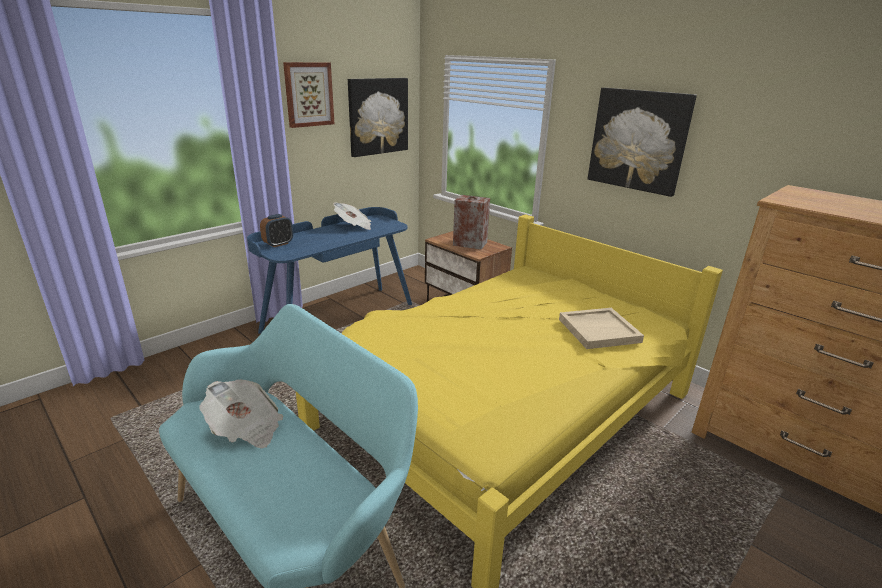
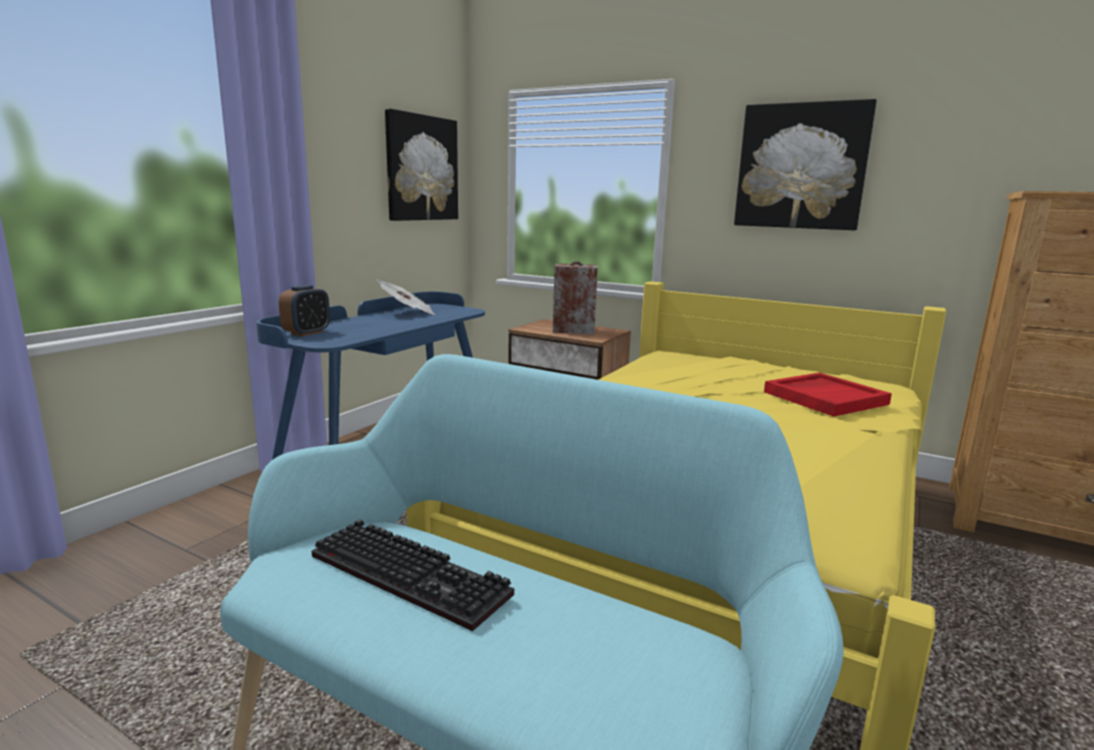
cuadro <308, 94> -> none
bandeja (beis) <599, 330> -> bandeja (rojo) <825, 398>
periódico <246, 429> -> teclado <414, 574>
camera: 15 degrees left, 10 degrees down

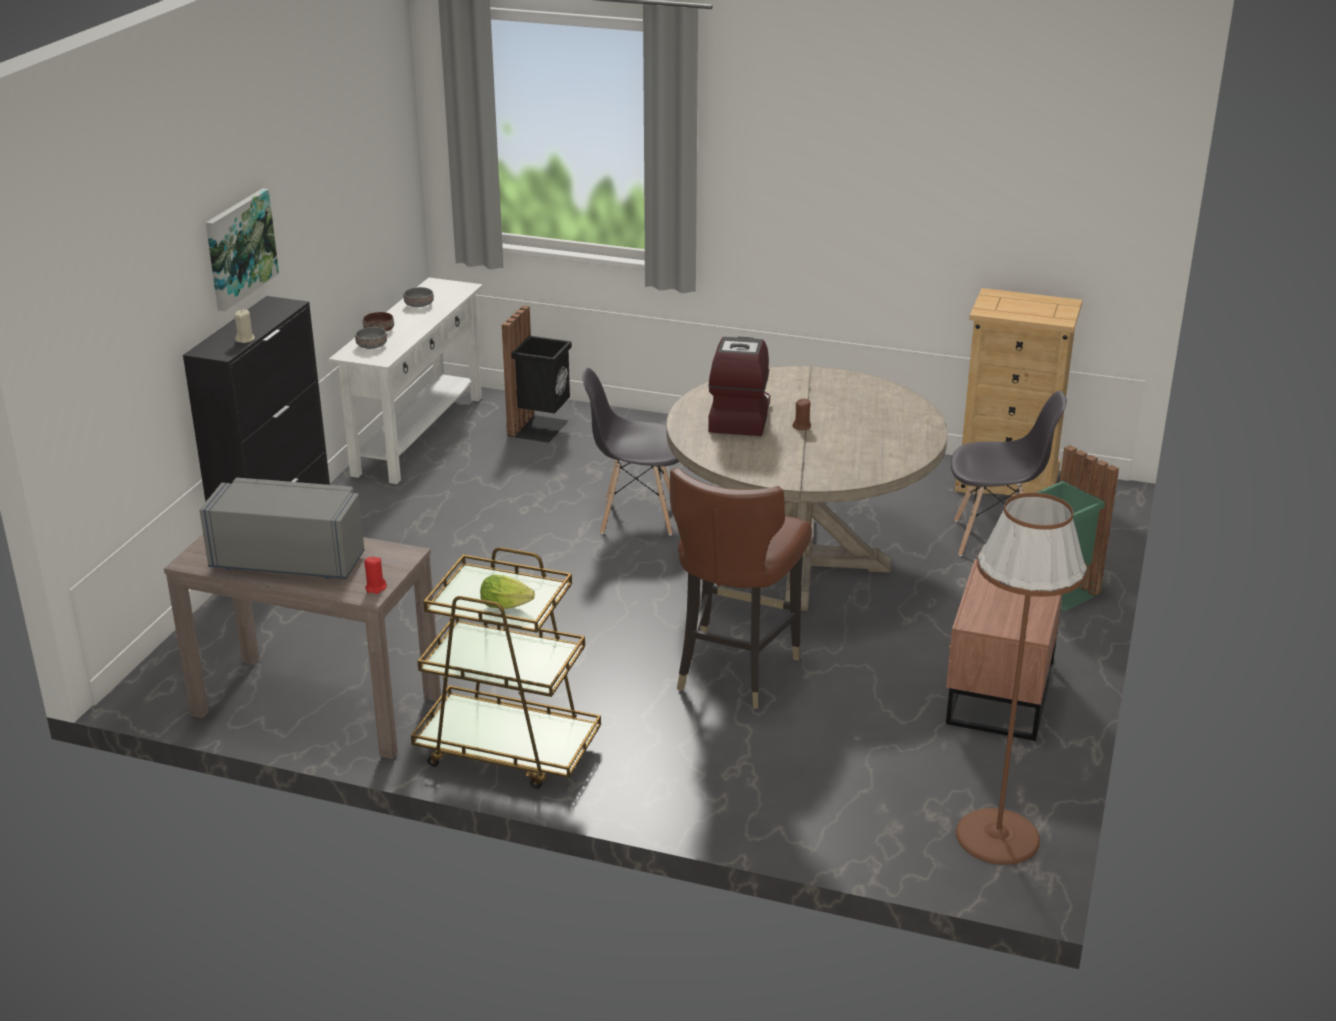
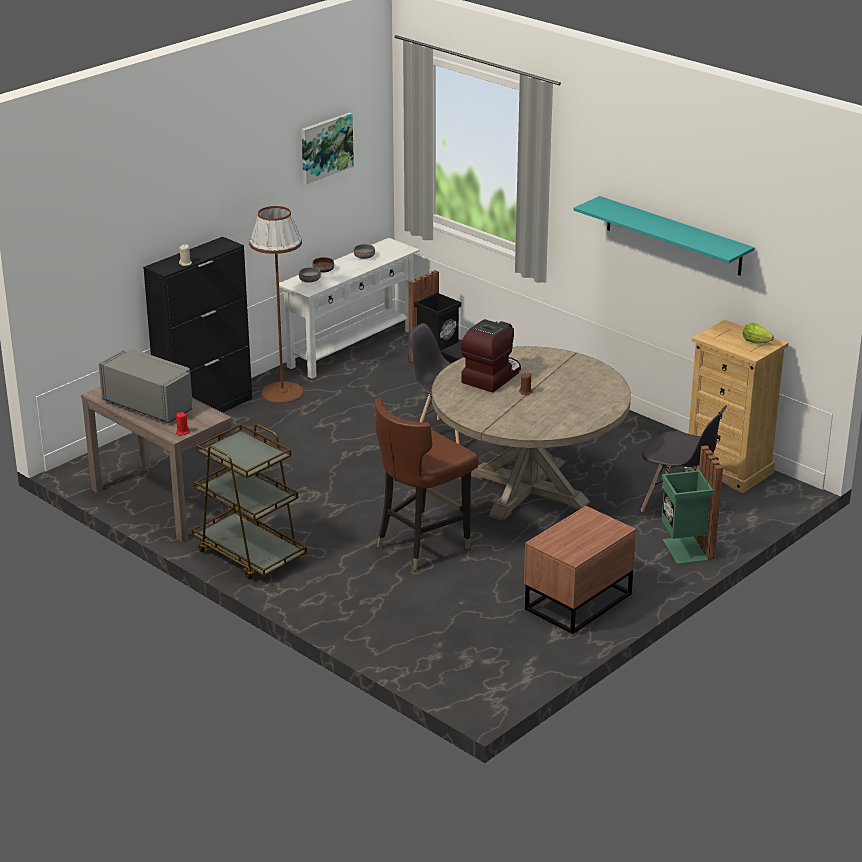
cuadro <239, 248> -> cuadro <325, 147>, move
lámpara de pie (marrón) <997, 836> -> lámpara de pie (marrón) <282, 392>, move
lechuga <508, 606> -> lechuga <758, 342>, move
none -> estante (turquesa) <673, 236>
camera: 25 degrees right, 0 degrees up

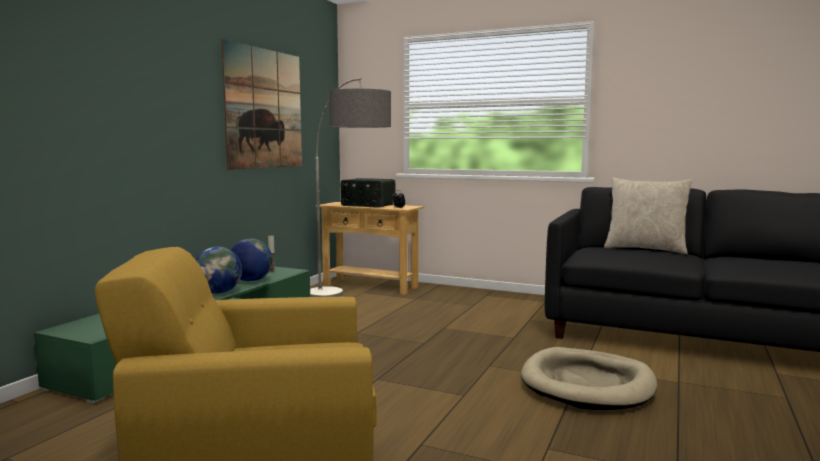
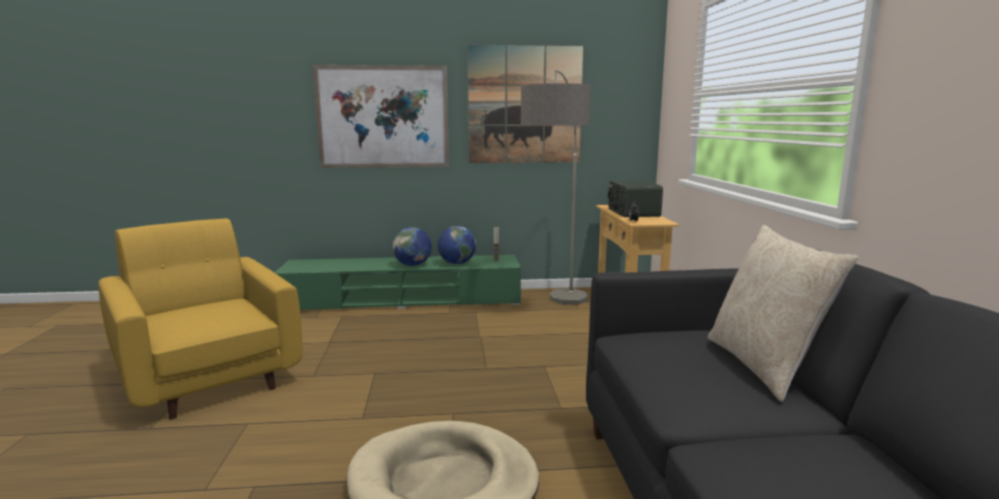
none -> cuadro <383, 117>
camera: 60 degrees right, 5 degrees up

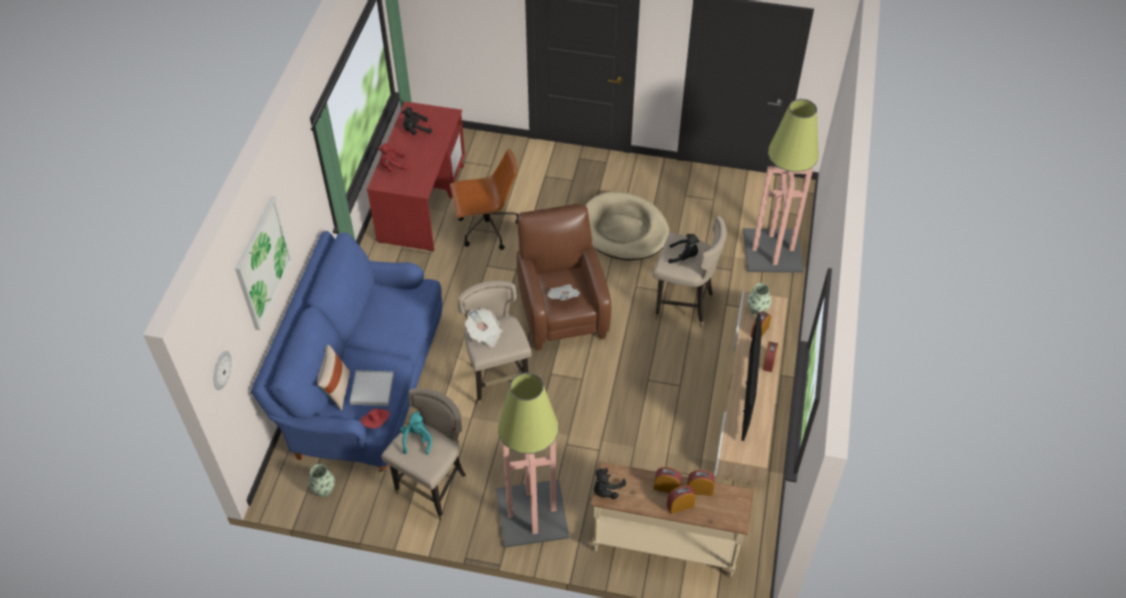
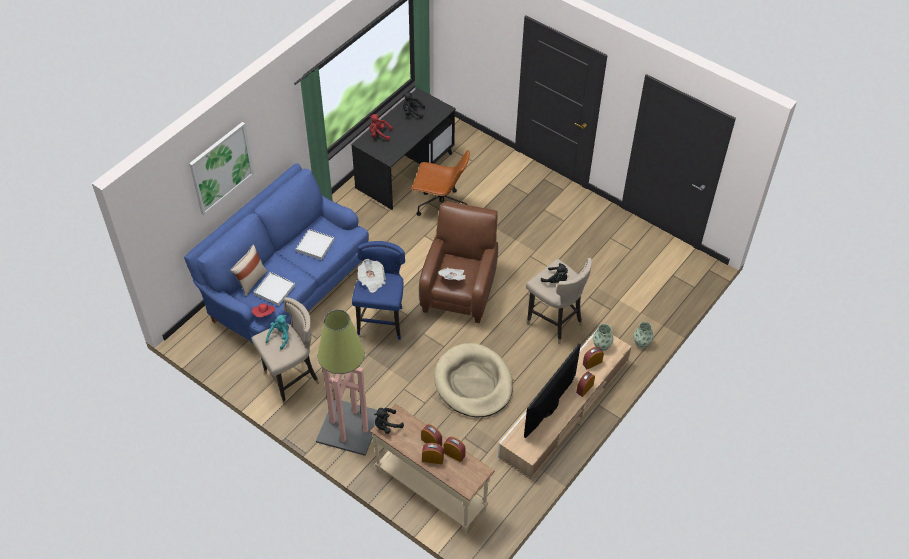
lámpara de pie <773, 251> -> none
escritorio (rojo) <422, 201> -> escritorio (negro) <405, 170>
cama para perro (beis) <623, 230> -> cama para perro (beis) <473, 383>, move
taburete (beis) <498, 380> -> taburete (azul) <382, 322>
reloj de pared <221, 370> -> none
florero <324, 489> -> florero <642, 342>, move
none -> bandeja (blanco) <315, 245>
camera: 25 degrees right, 0 degrees up

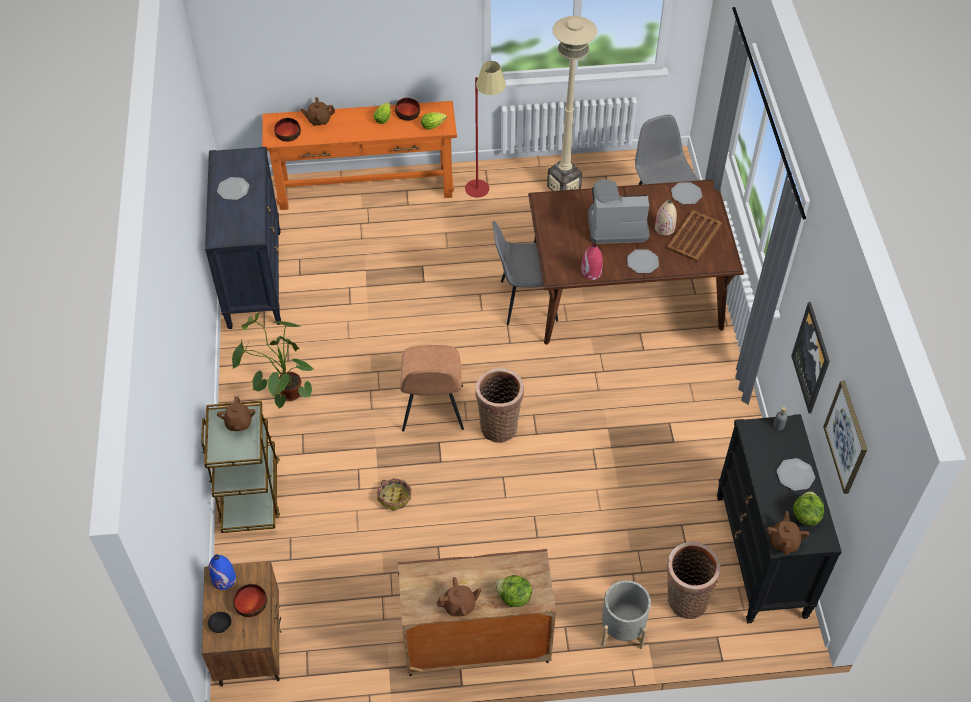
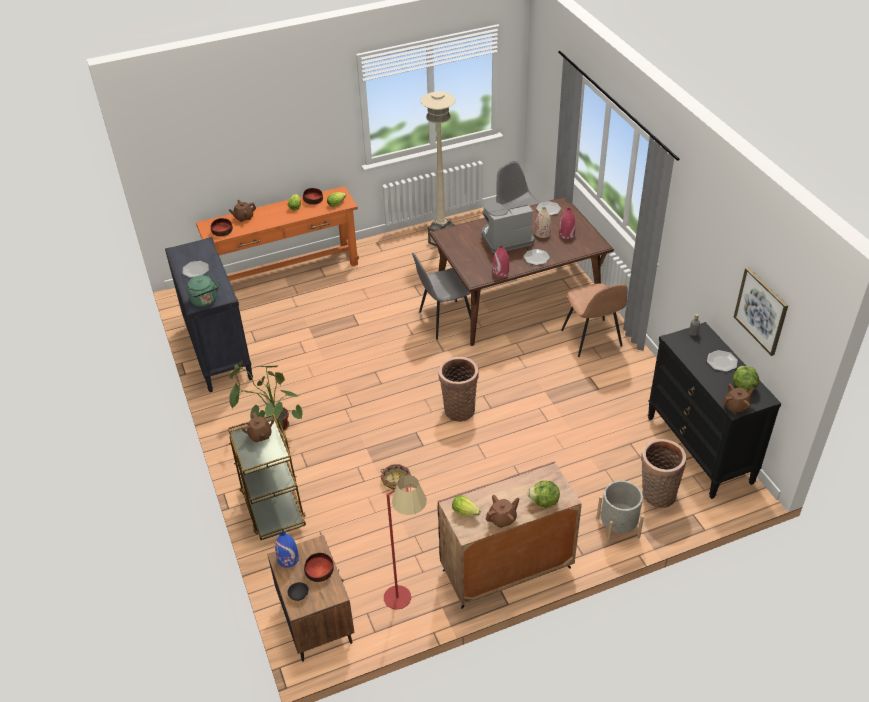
lámpara de pie (rojo) <485, 194> -> lámpara de pie (rojo) <408, 602>, move
bandeja (marrón) <693, 236> -> florero (rojo) <566, 234>
cuadro <812, 358> -> none
silla (marrón) <432, 410> -> silla (marrón) <592, 339>, move
tetera (marrón) <784, 541> -> tetera (marrón) <736, 407>, 75 degrees clockwise
none -> hervidor (verde) <205, 301>
none -> lechuga <466, 512>
camera: 15 degrees left, 10 degrees down

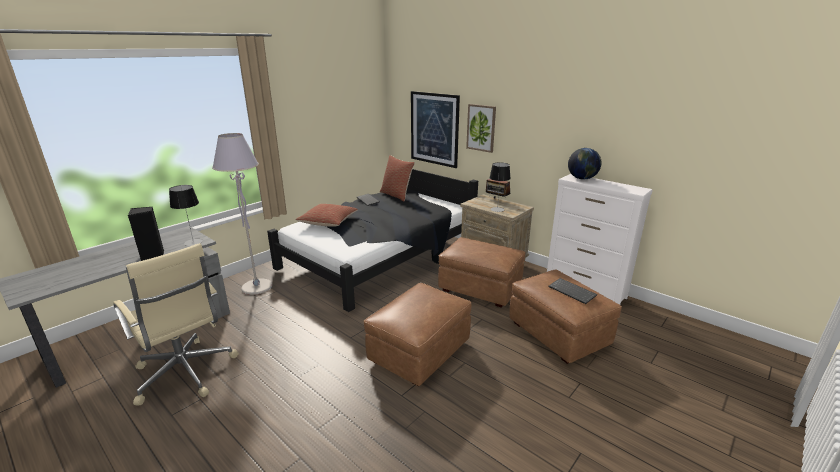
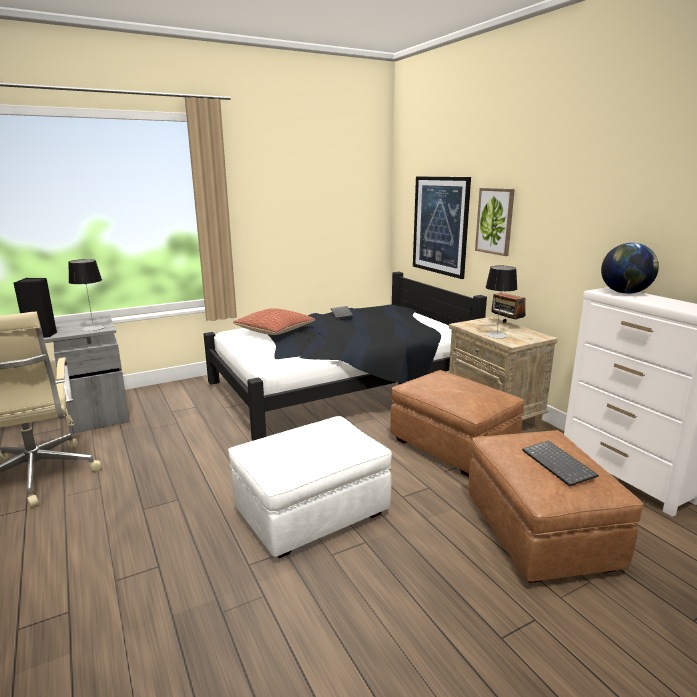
lámpara de pie (gris) <257, 287> -> none
cojín <396, 195> -> none
puf (marrón) <419, 352> -> puf (blanco) <311, 513>
camera: 20 degrees right, 5 degrees down

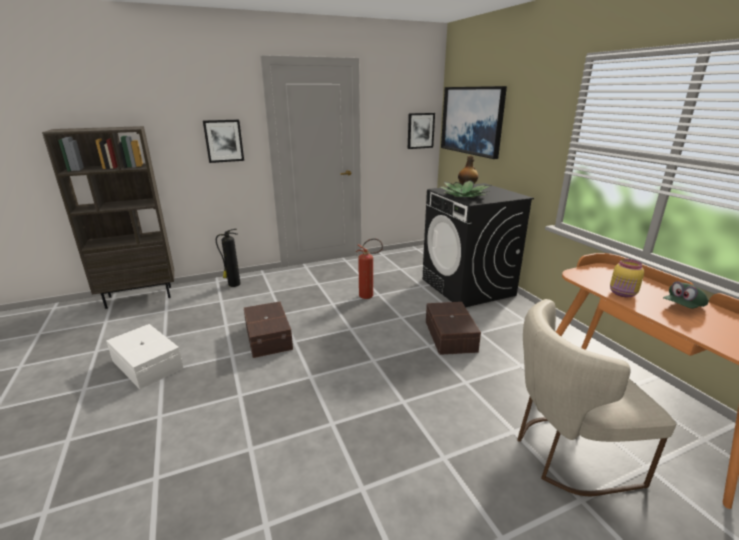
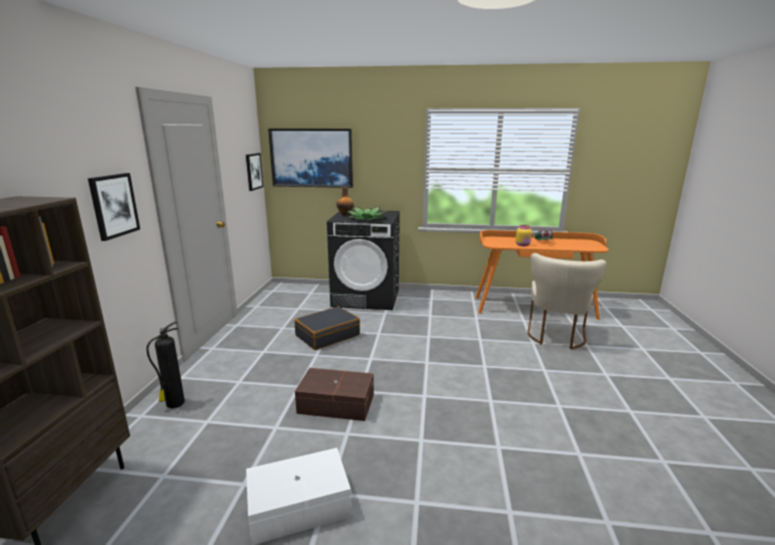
extintor <369, 296> -> maleta (negro) <327, 335>
caja de almacenaje (marrón) <449, 336> -> none
camera: 60 degrees left, 5 degrees down

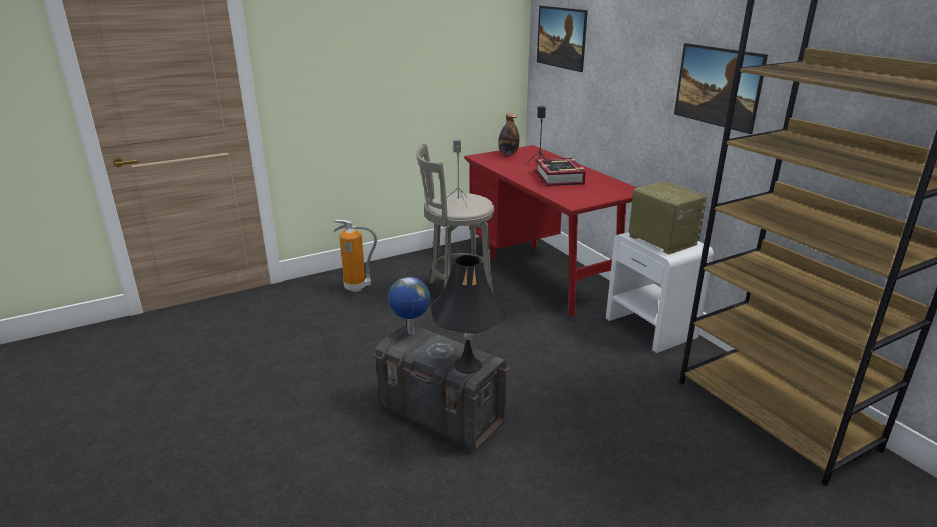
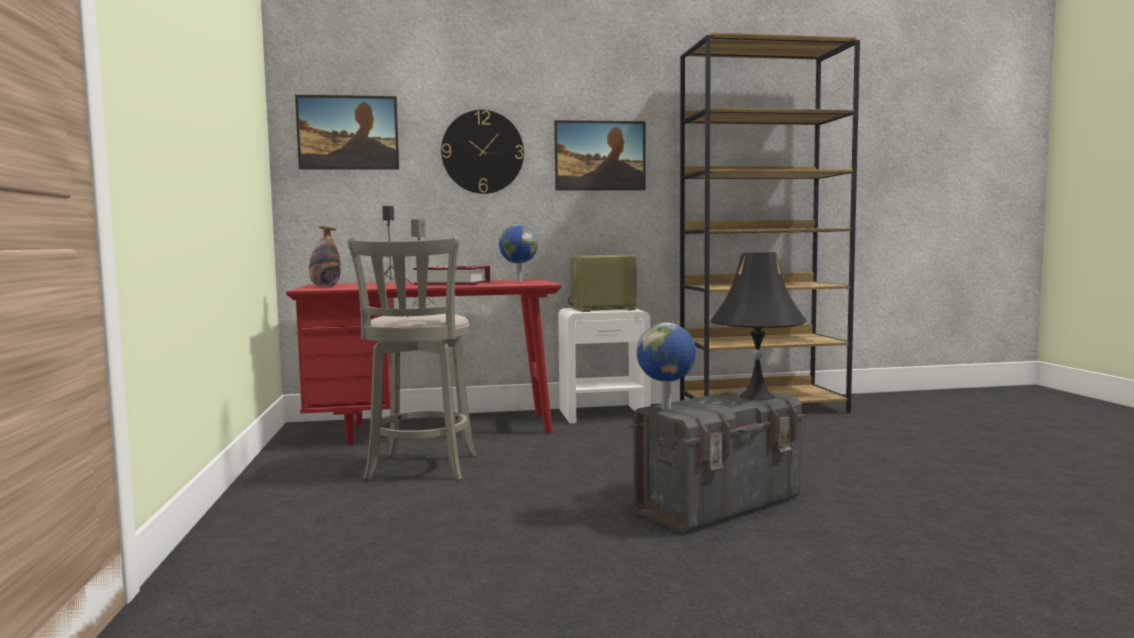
extintor <356, 287> -> none
none -> reloj de pared <482, 152>
none -> globo terráqueo <518, 281>
camera: 70 degrees left, 20 degrees down

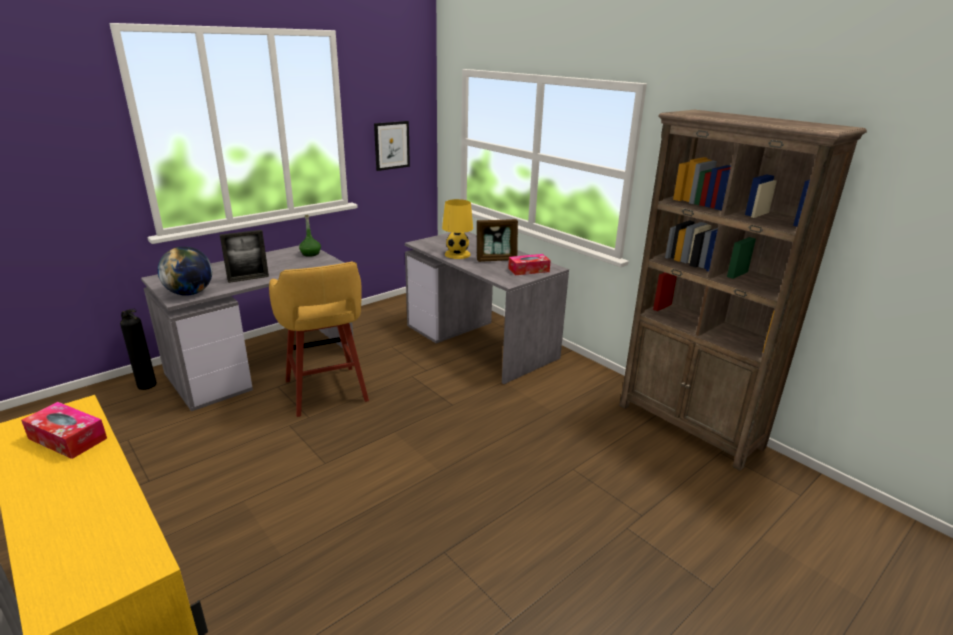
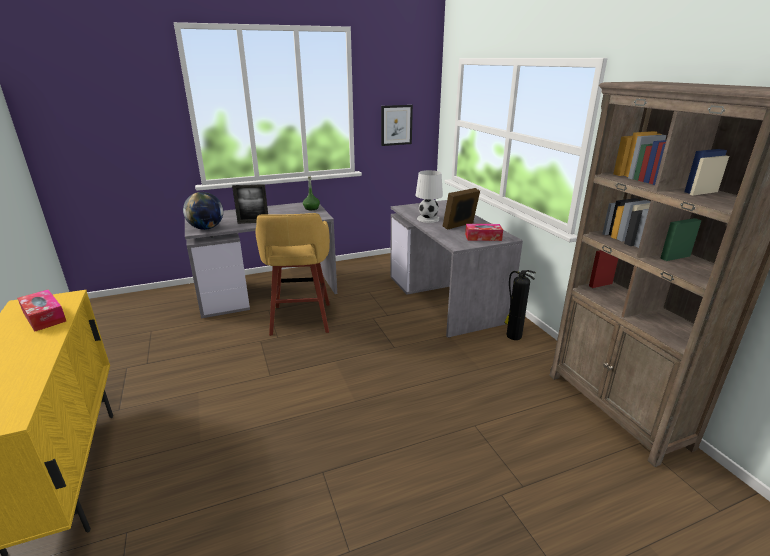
lámpara de mesa (amarillo) <457, 254> -> lámpara de mesa (blanco) <427, 219>
portarretratos <496, 259> -> portarretratos <459, 226>, 135 degrees clockwise
extintor <146, 385> -> extintor <513, 335>, move
camera: 20 degrees right, 0 degrees up

